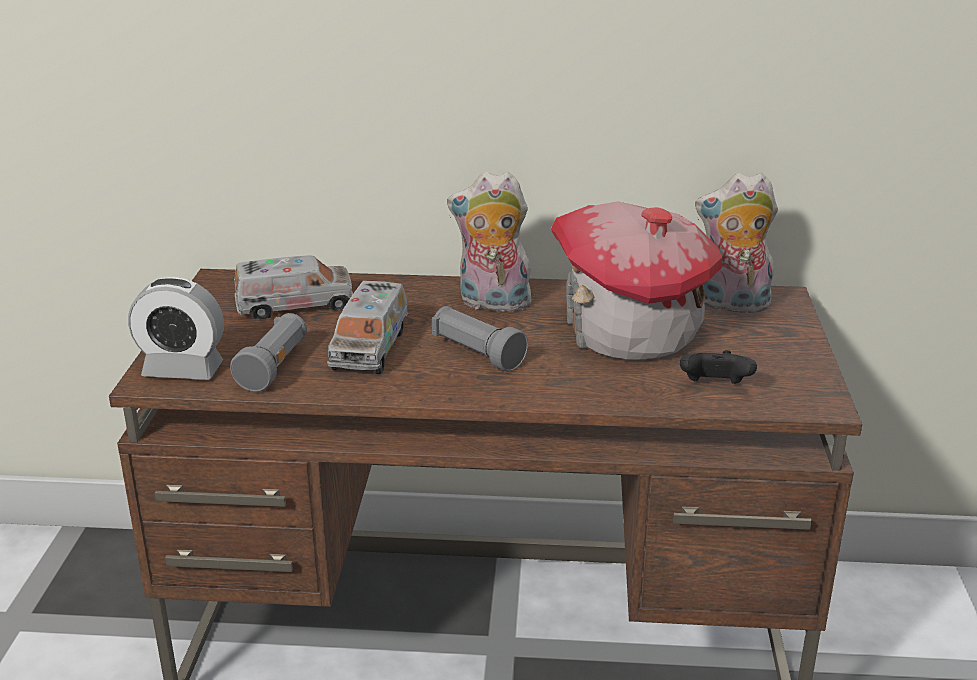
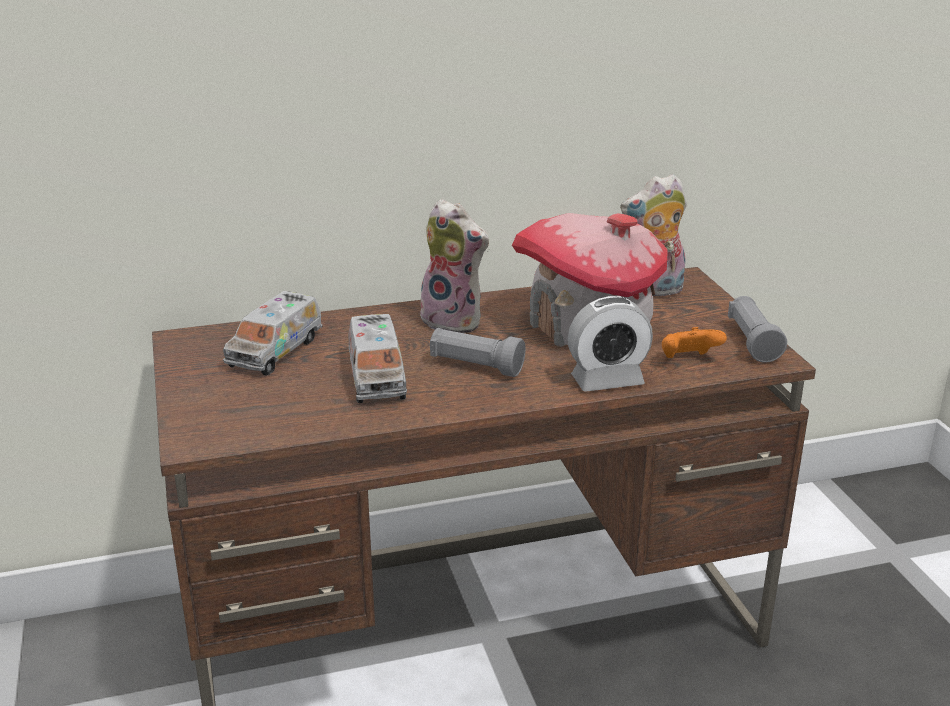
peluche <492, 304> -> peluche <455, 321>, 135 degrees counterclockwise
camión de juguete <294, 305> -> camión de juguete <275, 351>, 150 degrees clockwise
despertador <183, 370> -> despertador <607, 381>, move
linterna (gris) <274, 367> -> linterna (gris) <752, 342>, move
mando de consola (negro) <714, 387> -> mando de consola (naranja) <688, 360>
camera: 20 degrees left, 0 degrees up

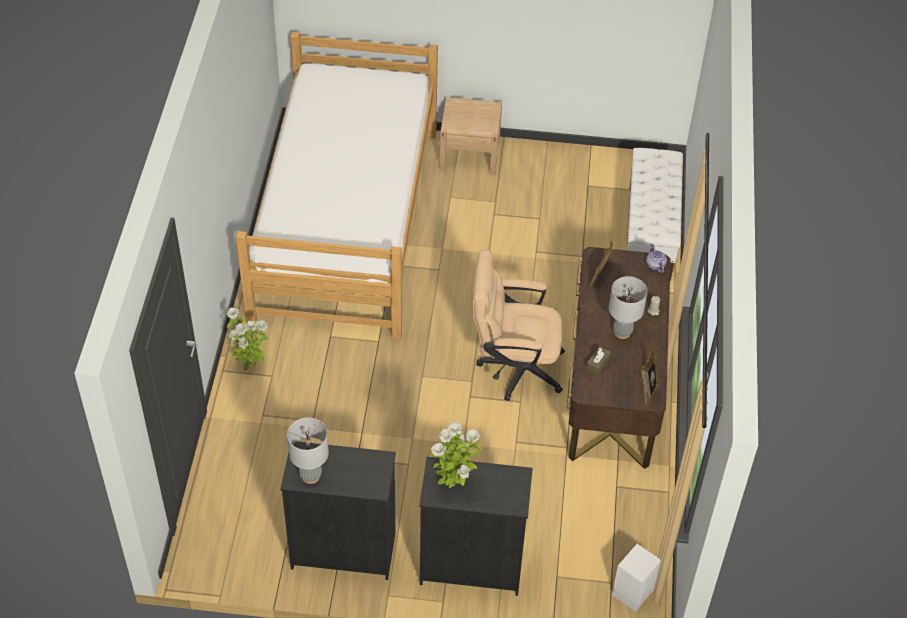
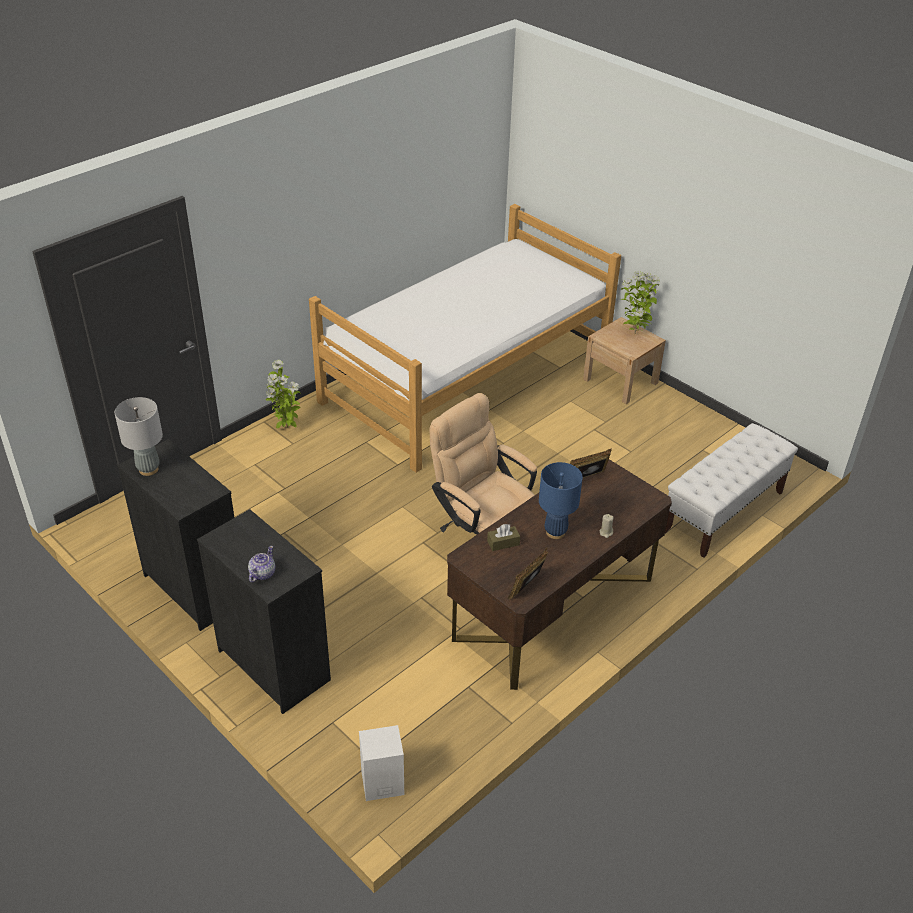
tetera <655, 265> -> tetera <262, 574>, move
lámpara de mesa (gris) <622, 332> -> lámpara de mesa (azul) <555, 532>
planta en maceta <454, 484> -> planta en maceta <635, 333>, move
camera: 40 degrees right, 10 degrees down

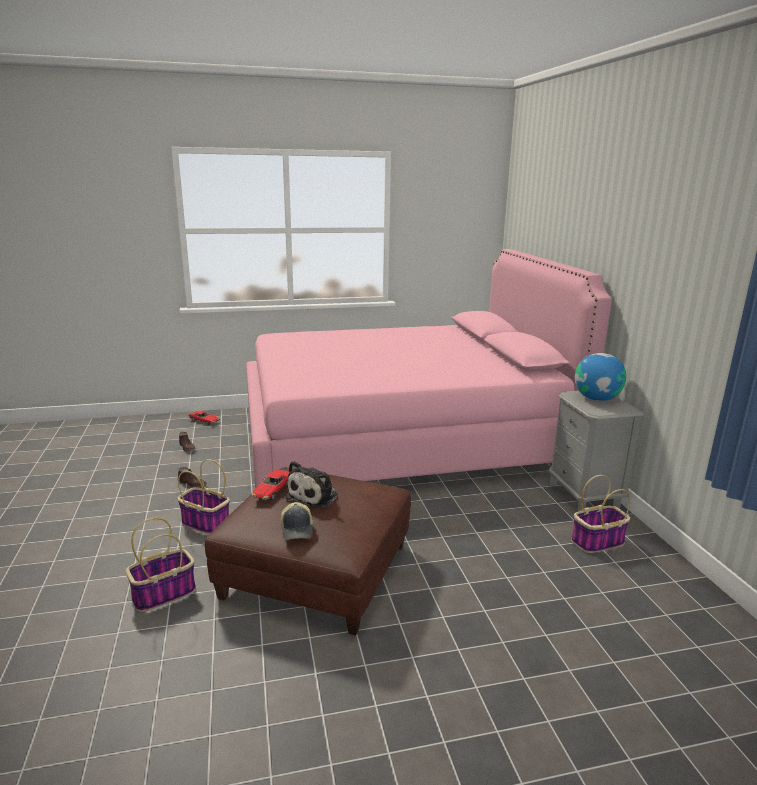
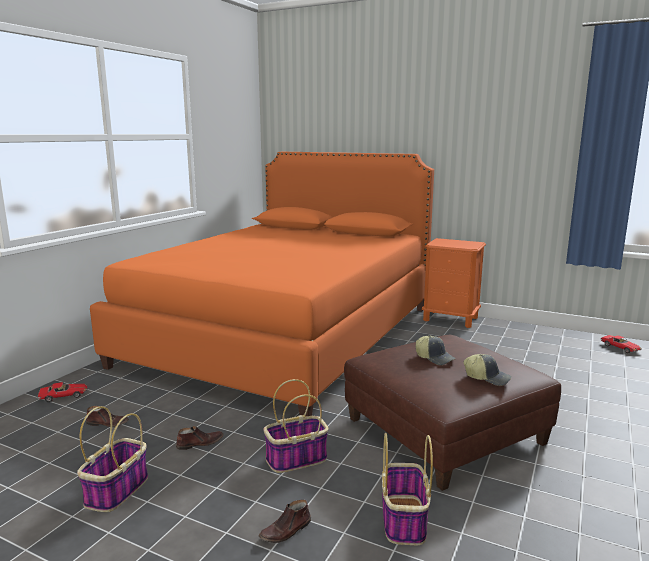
cama (rosa) <400, 440> -> cama (naranja) <285, 335>
globo terráqueo <596, 399> -> none
mesita de noche (gris) <584, 496> -> mesita de noche (naranja) <451, 319>
peluche <314, 496> -> gorra <435, 358>
coche de juguete <272, 491> -> coche de juguete <620, 348>, move
cesta <597, 542> -> cesta <117, 491>, move
none -> zapato (marrón) <286, 531>
camera: 50 degrees left, 5 degrees down

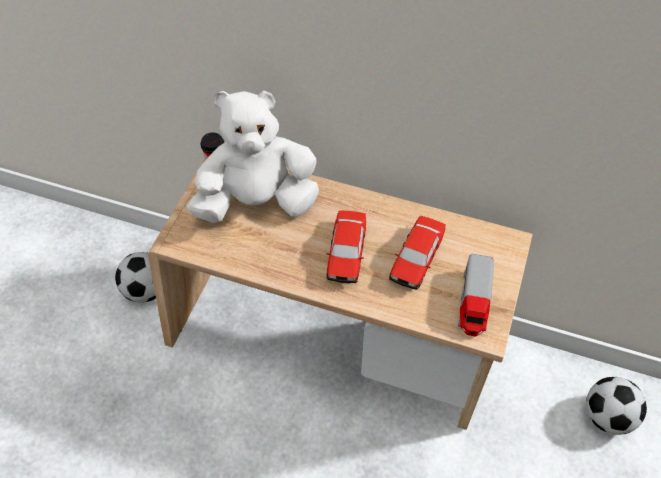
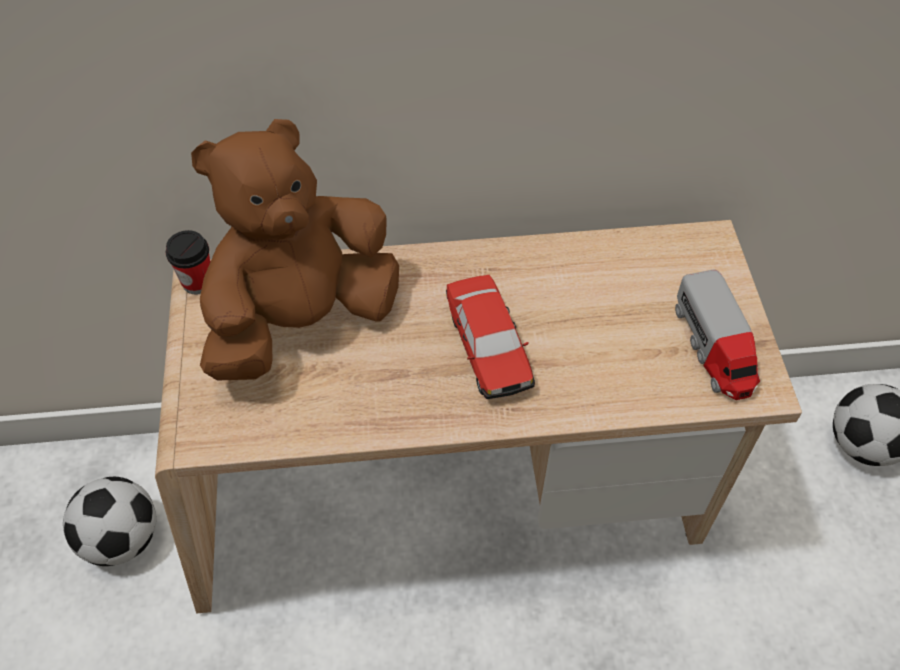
peluche (blanco) <257, 202> -> peluche (marrón) <302, 320>
coche de juguete <417, 258> -> none
camera: 25 degrees left, 0 degrees up

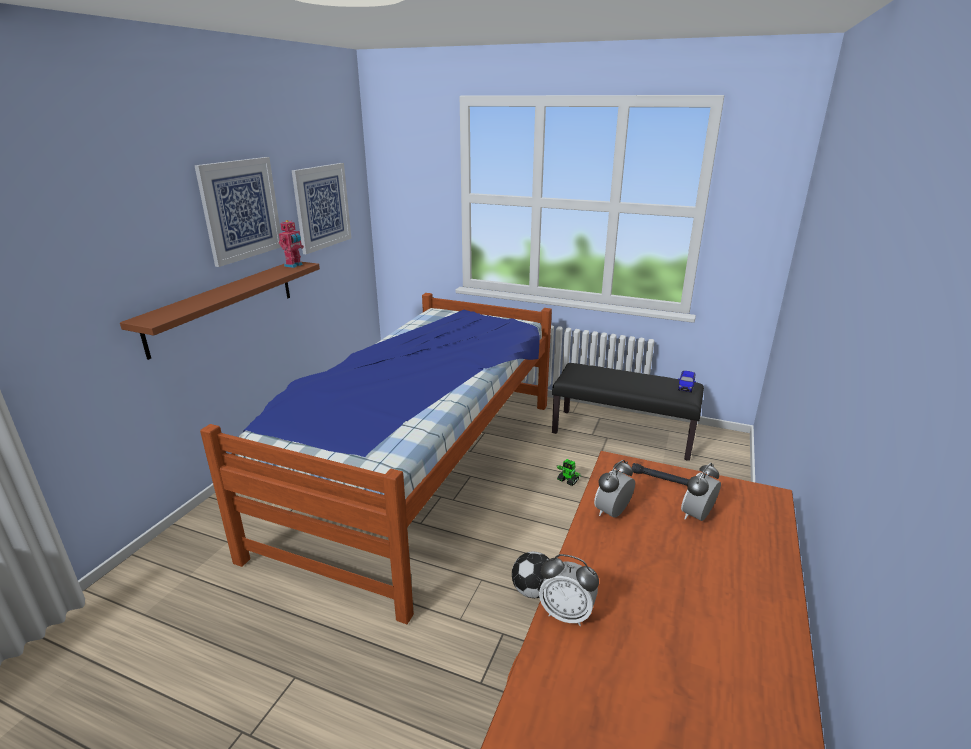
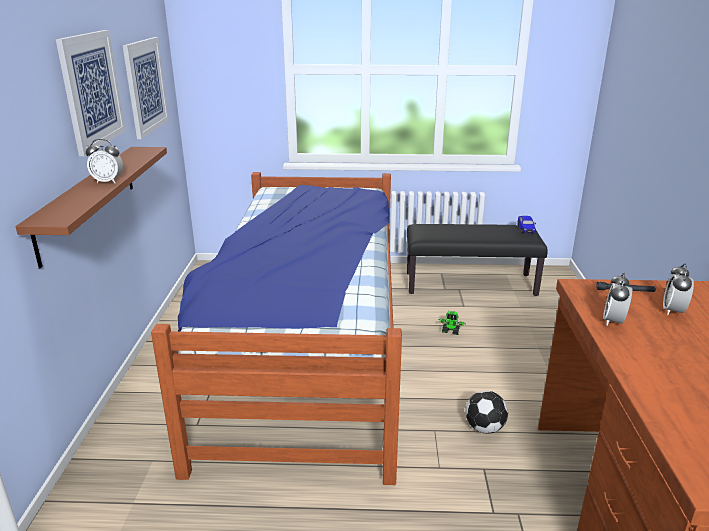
robot de juguete <294, 265> -> none
despertador <566, 614> -> despertador <108, 181>, move
camera: 20 degrees left, 0 degrees up

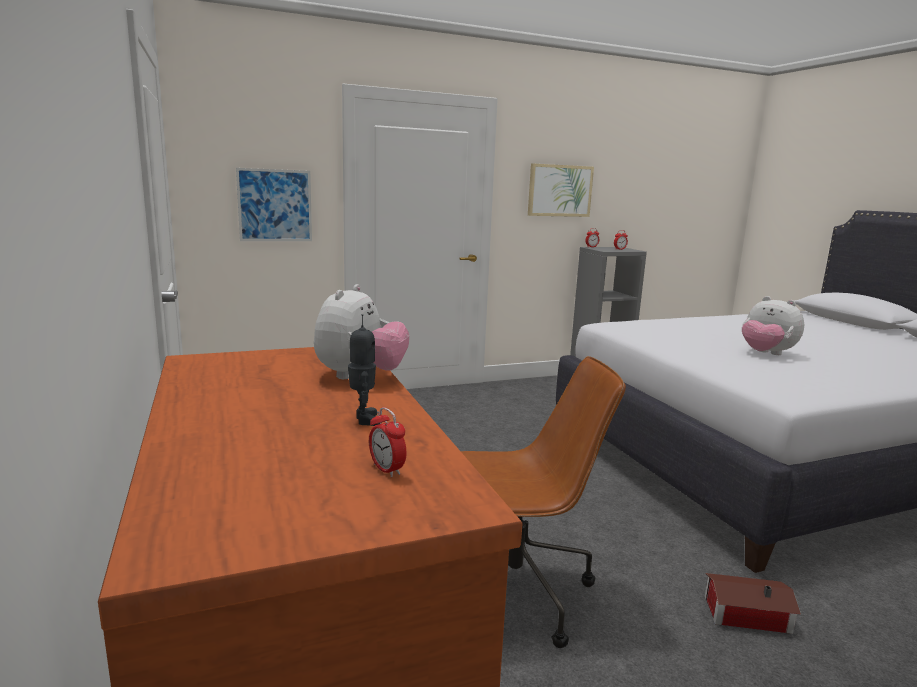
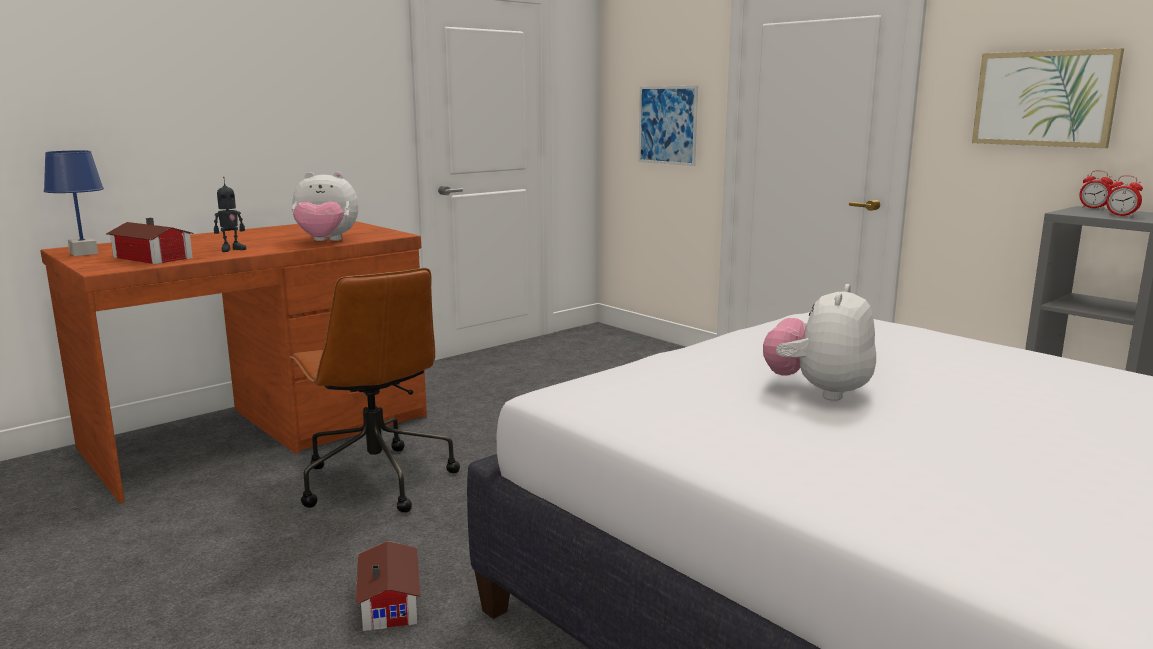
despertador <387, 469> -> casita <152, 258>
none -> lámpara de mesa (azul) <84, 253>
camera: 70 degrees right, 0 degrees up

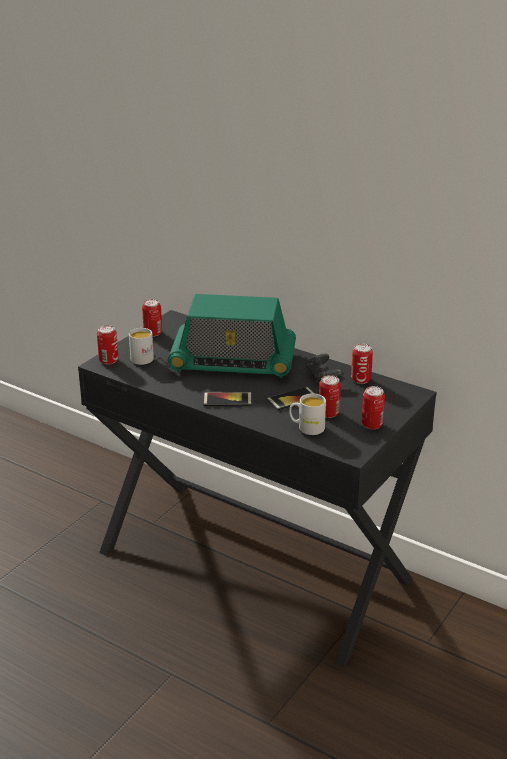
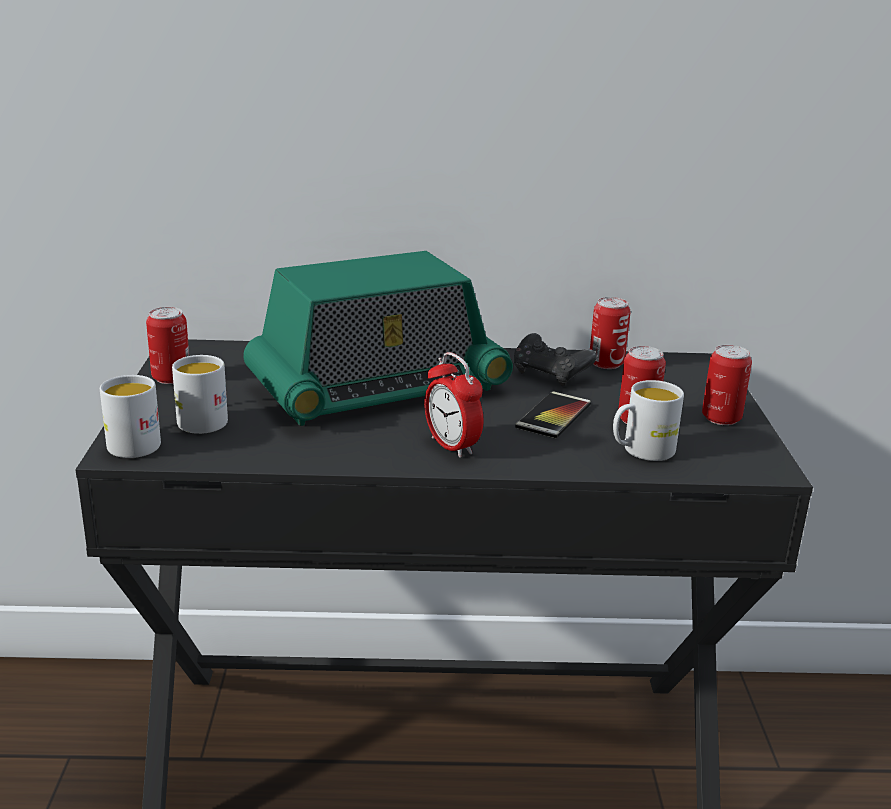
lata <108, 360> -> taza grande (blanco) <135, 442>
móvil <227, 400> -> despertador <452, 446>
camera: 35 degrees left, 5 degrees down

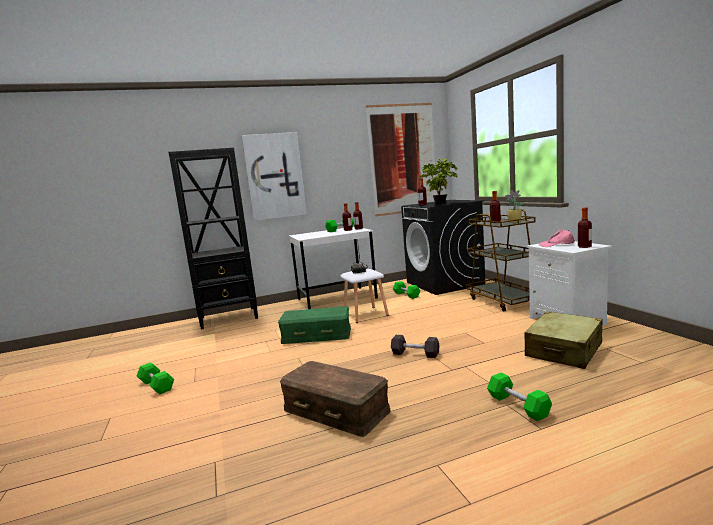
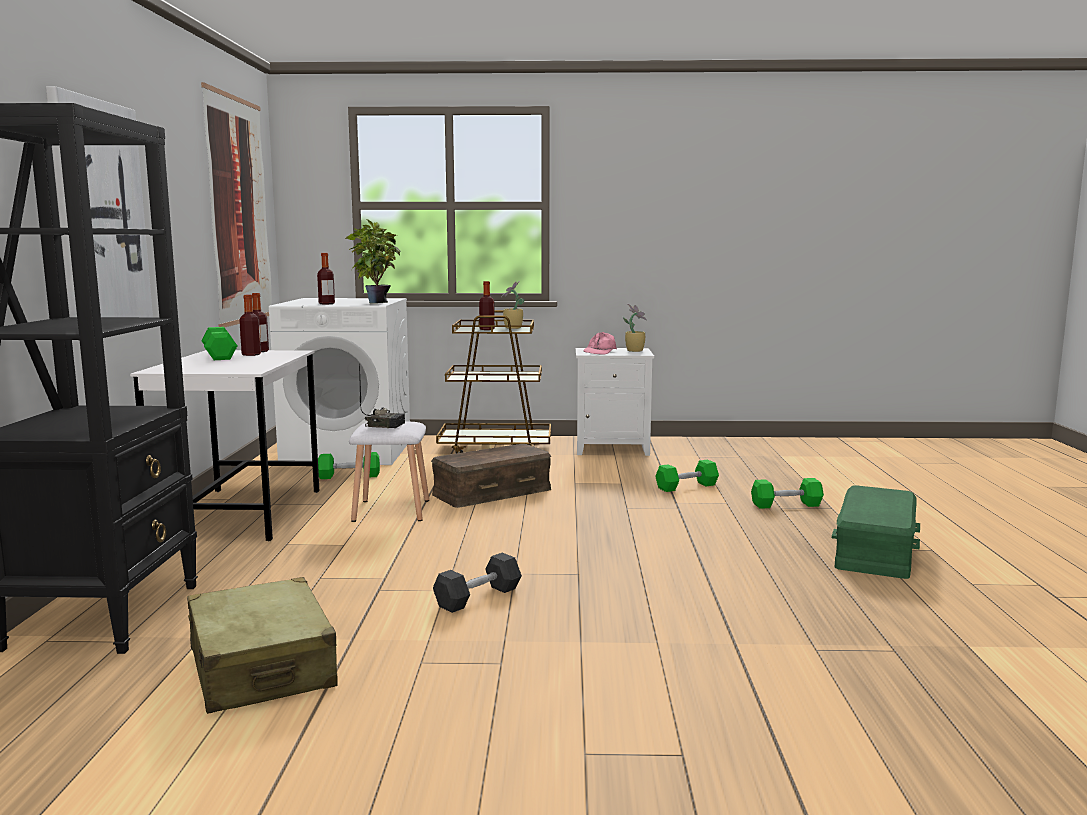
lavadora (negro) <445, 284> -> lavadora (blanco) <349, 452>
botella <584, 246> -> planta en maceta <634, 350>
caja de almacenaje (verde) <317, 335> -> caja de almacenaje (verde) <873, 550>, move
maleta (beis) <564, 350> -> maleta (beis) <262, 668>, move
mancuerna (gris) <415, 354> -> mancuerna (gris) <478, 597>, move
caja de almacenaje (marrón) <336, 409> -> caja de almacenaje (marrón) <491, 491>, move
mancuerna (verde) <156, 386> -> mancuerna (verde) <686, 486>, move
camera: 70 degrees left, 0 degrees up

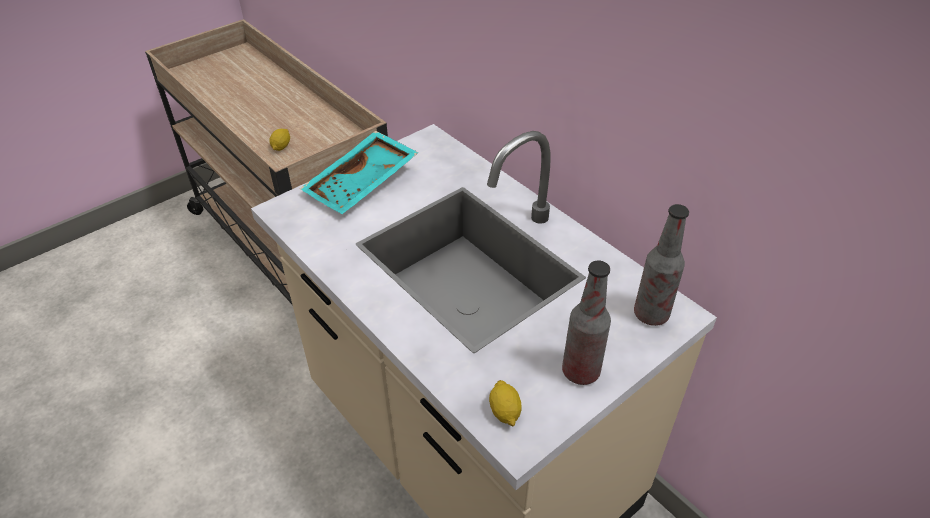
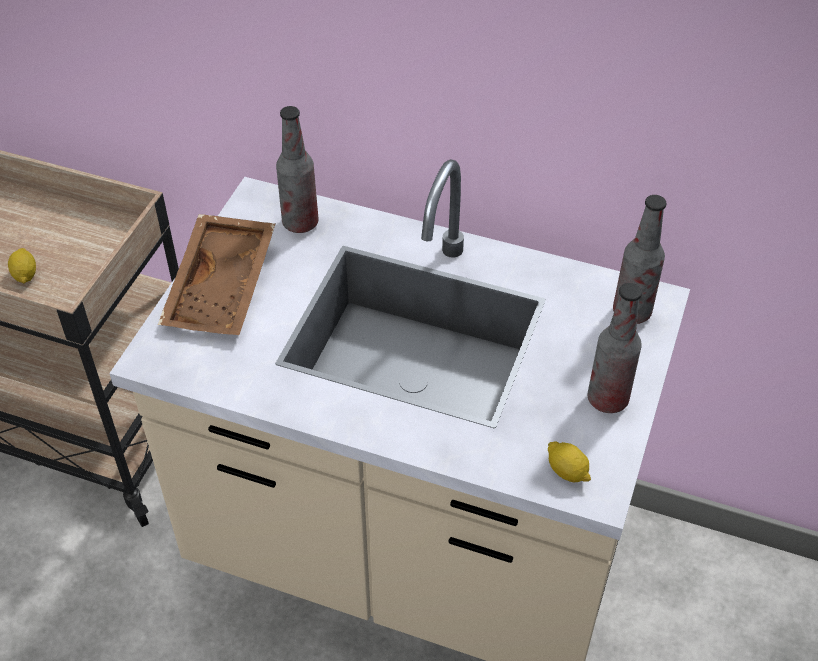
bandeja (turquesa) <363, 184> -> bandeja (marrón) <223, 288>
none -> botella <300, 223>
camera: 30 degrees left, 5 degrees up

